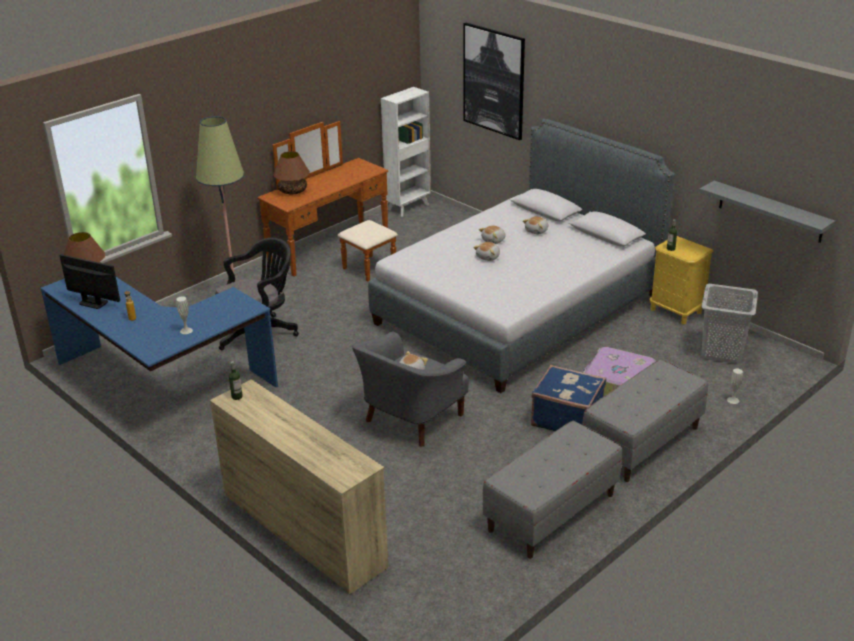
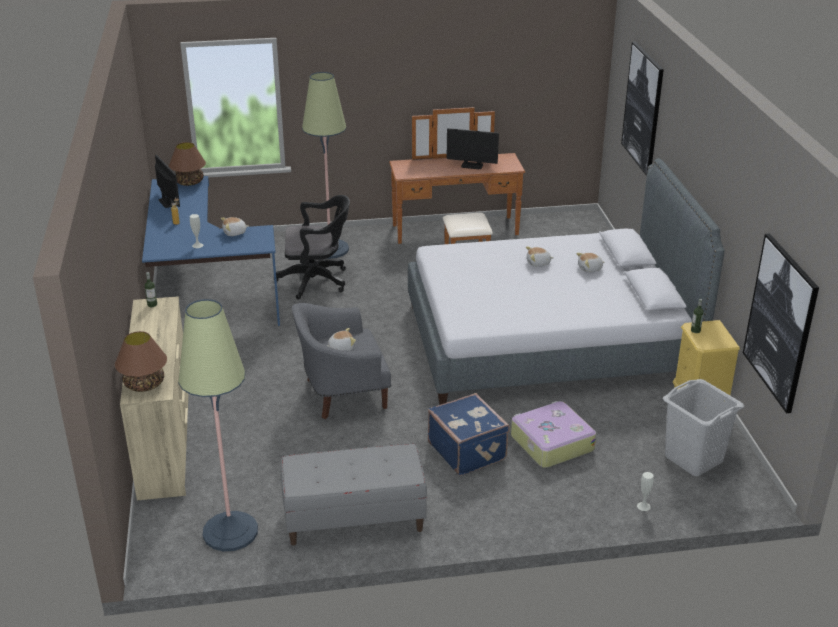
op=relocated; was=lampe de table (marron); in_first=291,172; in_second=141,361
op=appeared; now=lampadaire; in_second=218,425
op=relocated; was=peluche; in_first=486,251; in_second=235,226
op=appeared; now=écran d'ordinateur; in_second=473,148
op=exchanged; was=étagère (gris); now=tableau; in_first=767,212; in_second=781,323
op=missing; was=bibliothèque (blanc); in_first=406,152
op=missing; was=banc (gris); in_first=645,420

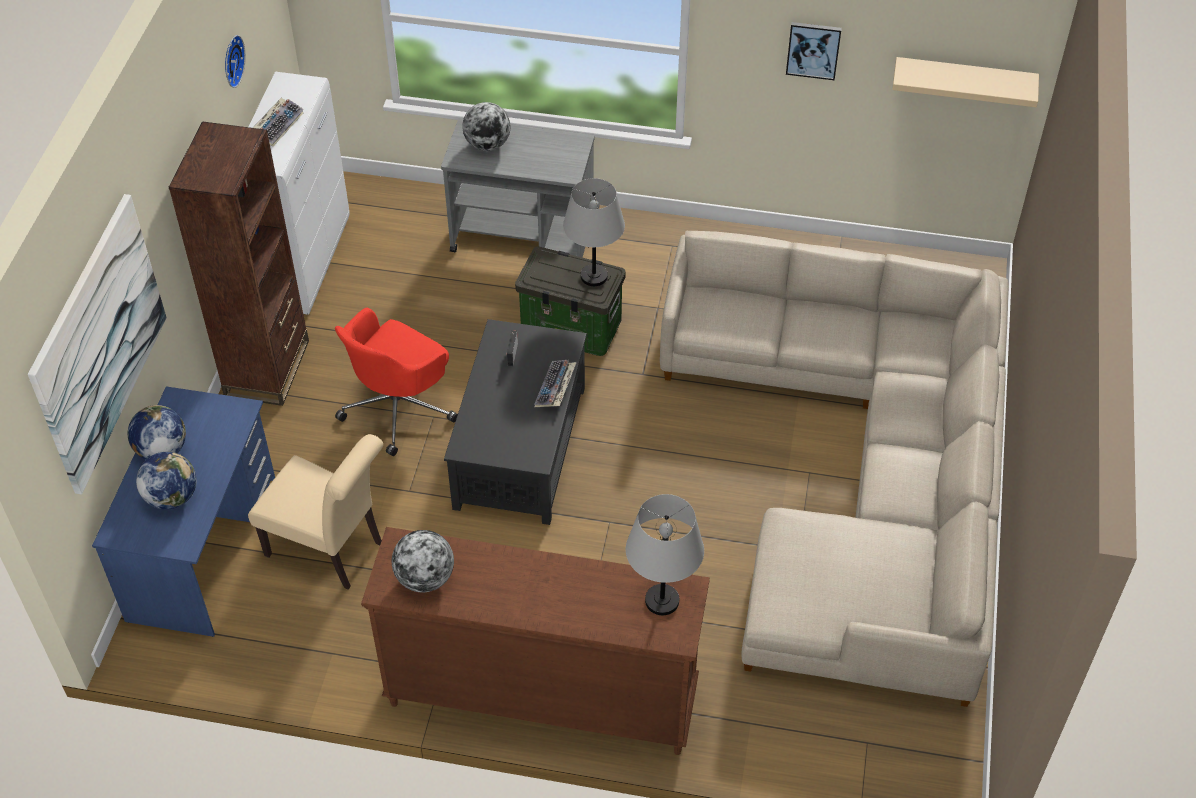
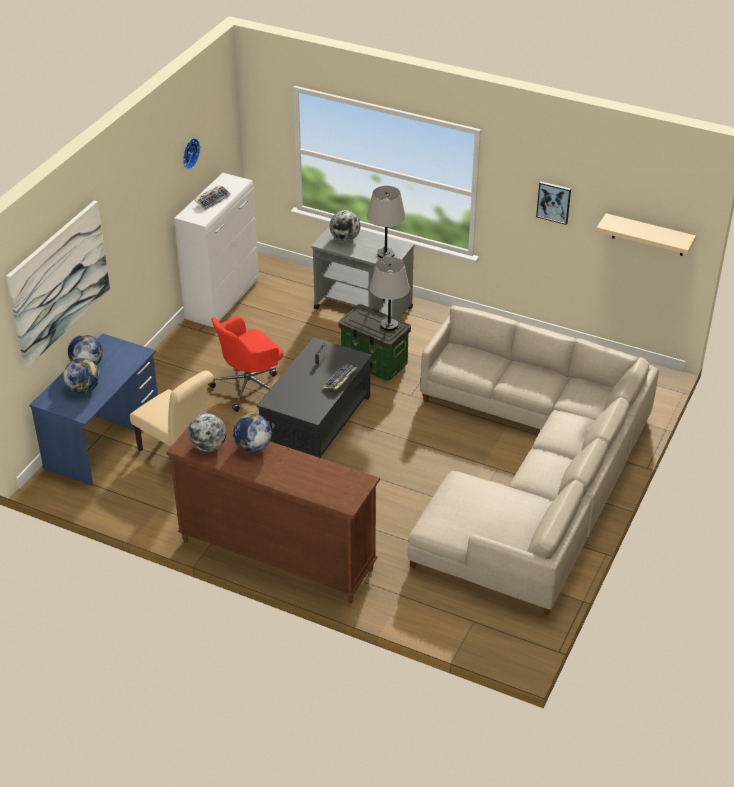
op=appeared; now=globe; in_second=252,433
op=relocated; was=lampe de table (gris); in_first=665,554; in_second=386,222
op=missing; was=bibliothèque (marron); in_first=239,263

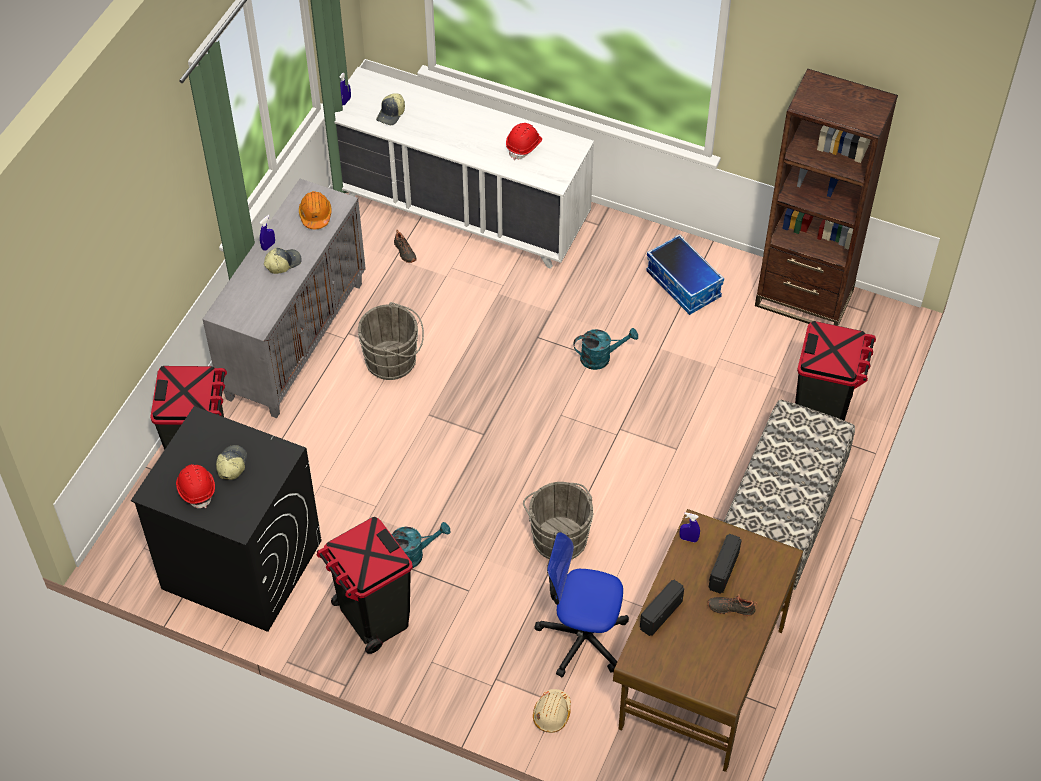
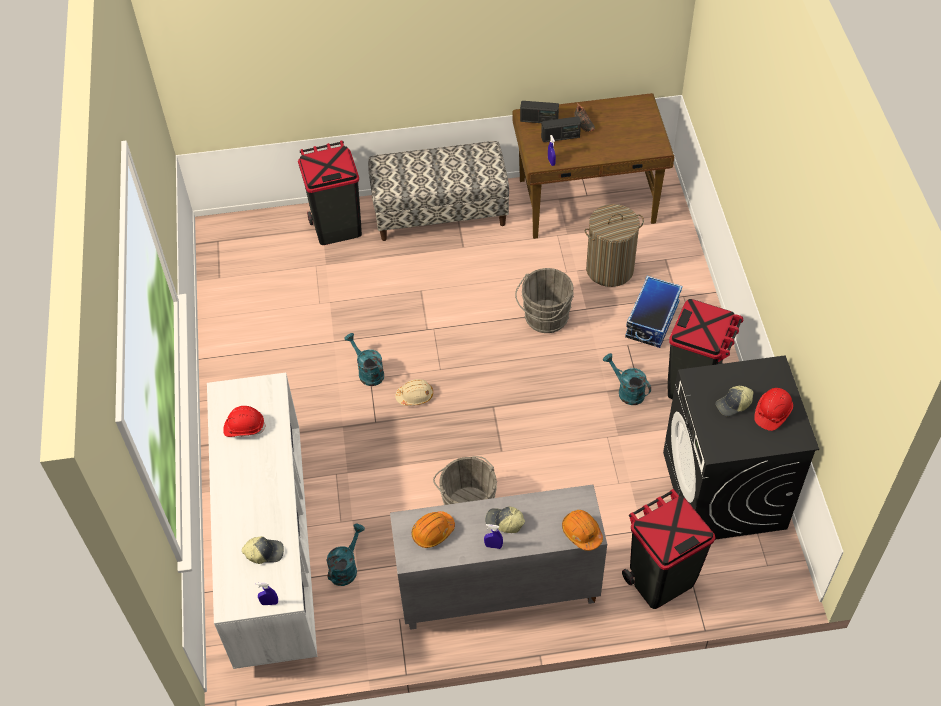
op=exchanged; was=chaussure (noir); now=arrosoir (turquoise); in_first=405,246; in_second=346,555
op=relocated; was=casque de chantier (beige); in_first=552,711; in_second=414,392
op=relocated; was=radio; in_first=662,608; in_second=539,112
op=appeared; now=casque de chantier (orange); in_second=582,530
op=exchanged; was=chaise de bureau; now=panier à linge; in_first=581,604; in_second=614,245
op=relocated; was=boîte de rangement; in_first=685,274; in_second=653,312
op=missing; was=bibliothèque (marron); in_first=826,197

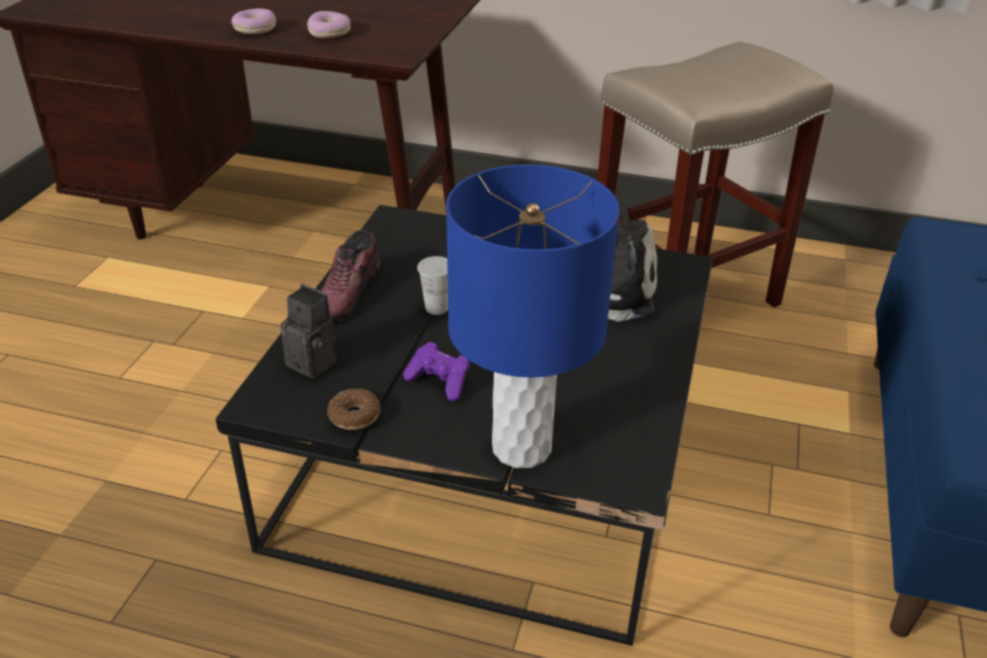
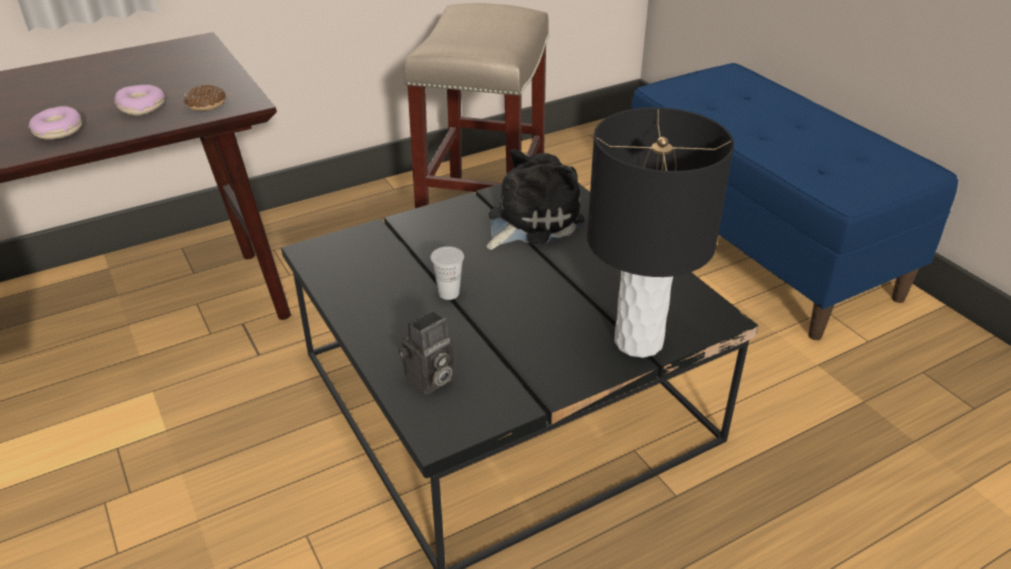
op=relocated; was=beignet; in_first=354,409; in_second=205,98
op=spun; was=appareil photo; in_first=309,331; in_second=426,353; clockwise=150
op=colour; was=lampe de table (bleu); now=lampe de table (noir); in_first=533,316; in_second=660,232
op=missing; was=chaussure; in_first=351,276
op=missing; was=manette (violet); in_first=436,371

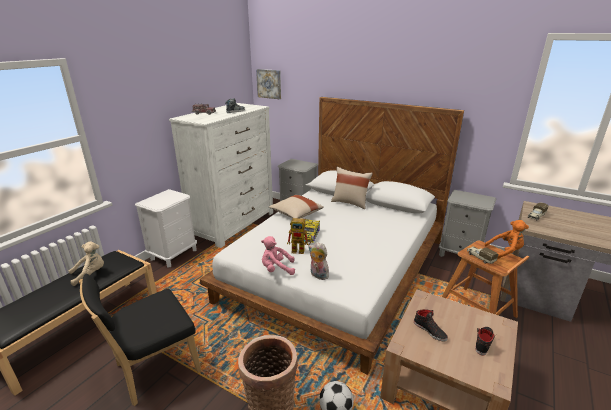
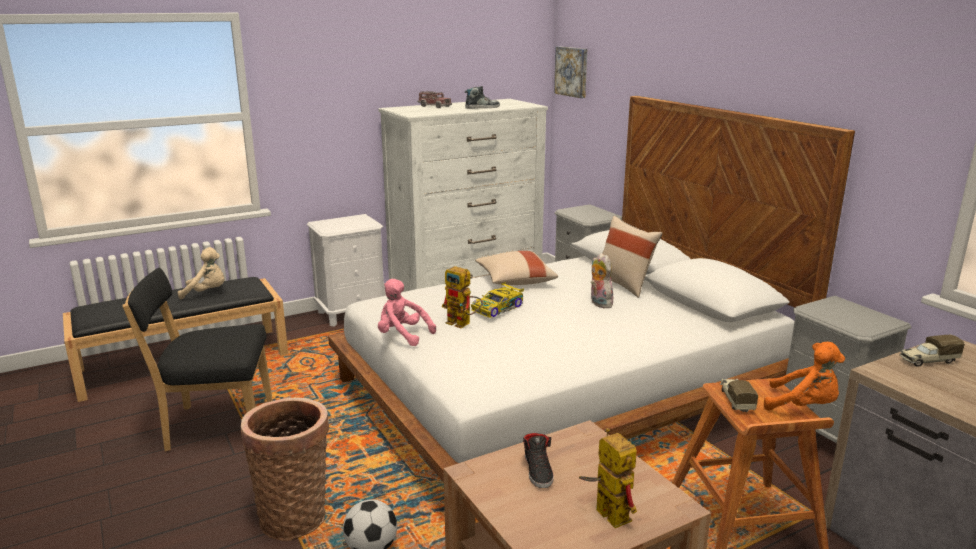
op=exchanged; was=chaussure (noir); now=robot jouet; in_first=485,341; in_second=608,478
op=relocated; was=peluche; in_first=319,261; in_second=603,280

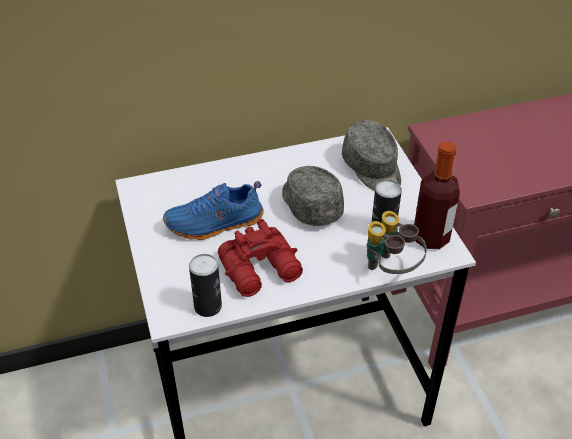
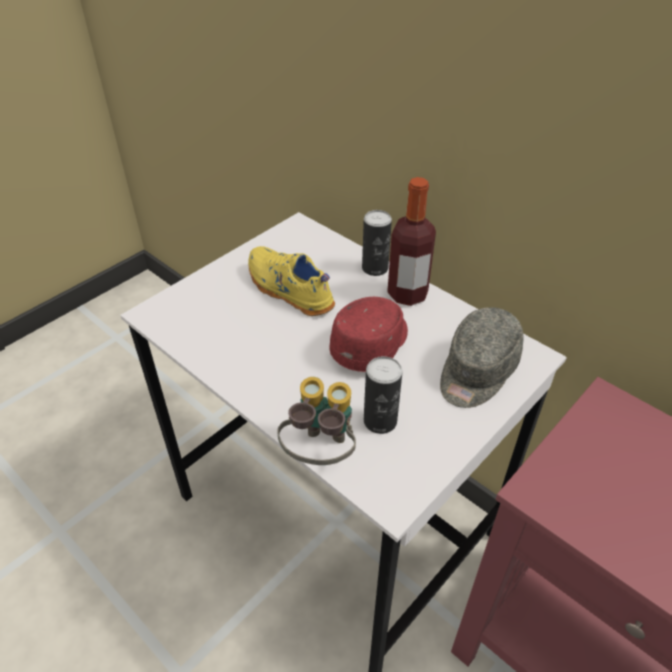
op=colour; was=chaussure (bleu); now=chaussure (jaune); in_first=213,210; in_second=291,281
op=colour; was=casquette (gris); now=casquette (rouge); in_first=313,196; in_second=368,334
op=relocated; was=boîte métallique; in_first=205,285; in_second=377,243
op=relocated; was=bouteille; in_first=437,195; in_second=411,241
op=missing; was=jumelles (rouge); in_first=260,258

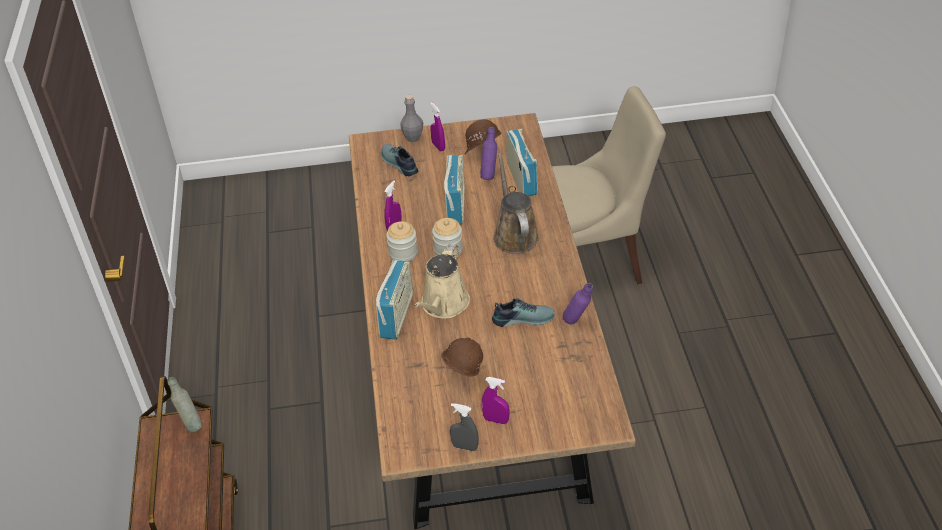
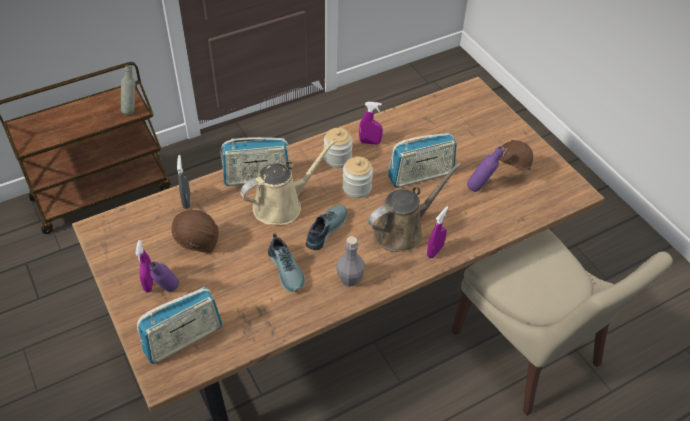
op=relocated; was=radio; in_first=522,162; in_second=179,325
op=relocated; was=bouteille (violet); in_first=578,304; in_second=164,277
op=relocated; was=vaporisateur (gris); in_first=464,427; in_second=184,182
op=spun; was=arrosoir (beige); in_first=442,281; in_second=288,182; clockwise=150
op=relocated; was=chaussure; in_first=399,160; in_second=326,227
op=relocated; was=bouteille (gris); in_first=411,118; in_second=350,261
op=relocated; was=vaporisateur (violet); in_first=437,126; in_second=438,232

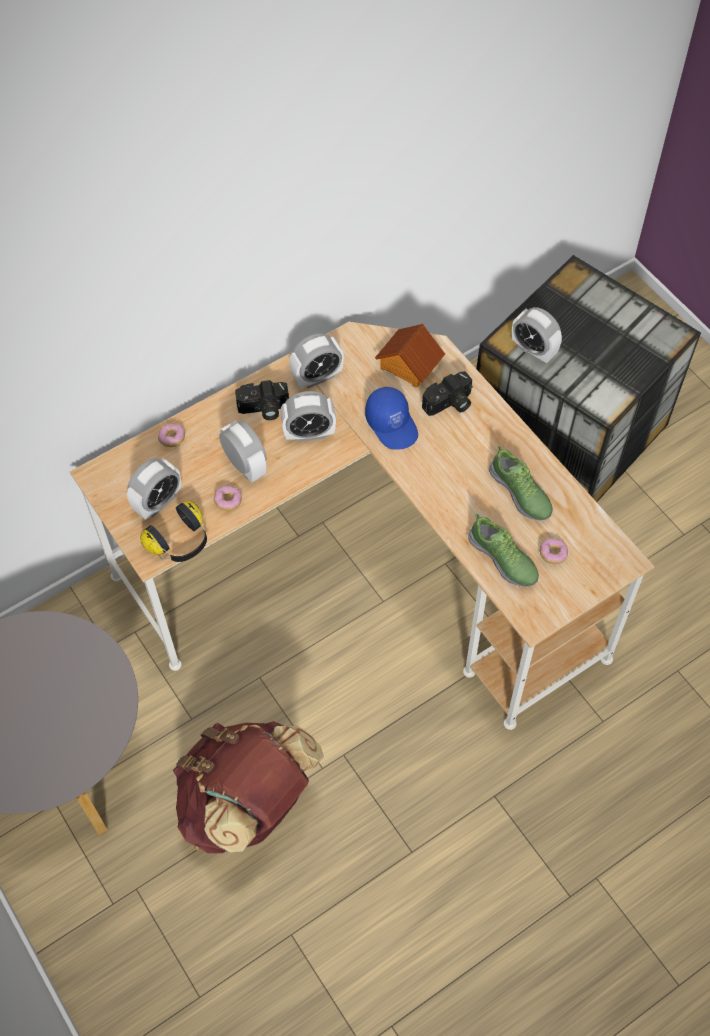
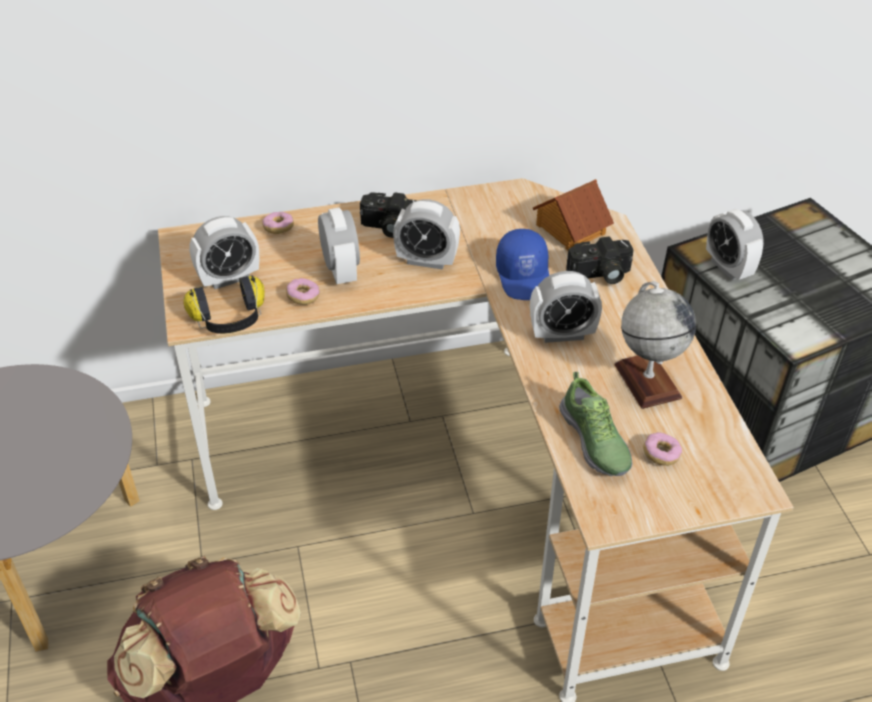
op=relocated; was=réveil; in_first=316,361; in_second=566,307
op=exchanged; was=chaussure; now=globe; in_first=521,483; in_second=655,345

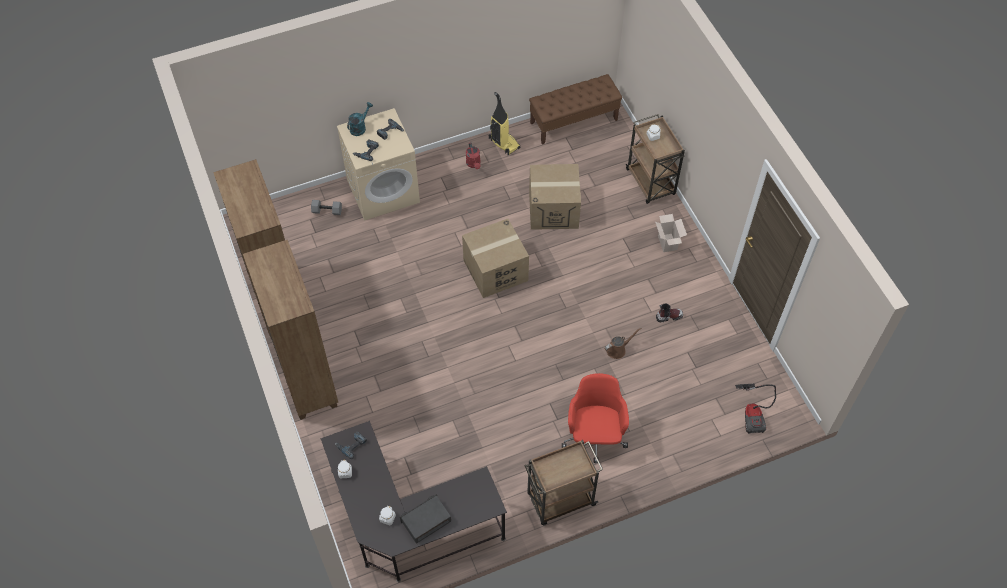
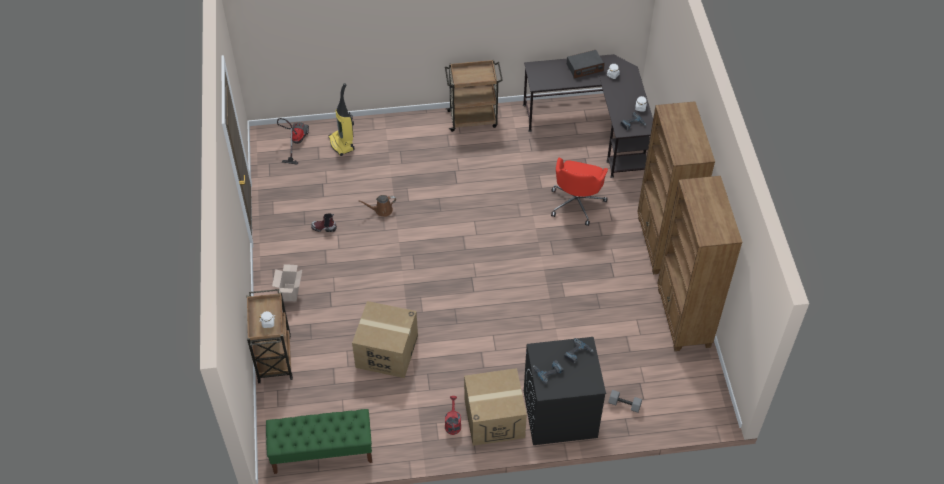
op=colour; was=banc (marron); now=banc (vert); in_first=575,109; in_second=319,441
op=relocated; was=aspirateur; in_first=504,123; in_second=341,119
op=relocated; was=carton; in_first=495,258; in_second=495,407
op=colour; was=lave-linge (beige); now=lave-linge (noir); in_first=378,164; in_second=565,391
op=relocated; was=chaise de bureau (rouge); in_first=595,418; in_second=579,192
op=missing; was=arrosoir (turquoise); in_first=360,119

